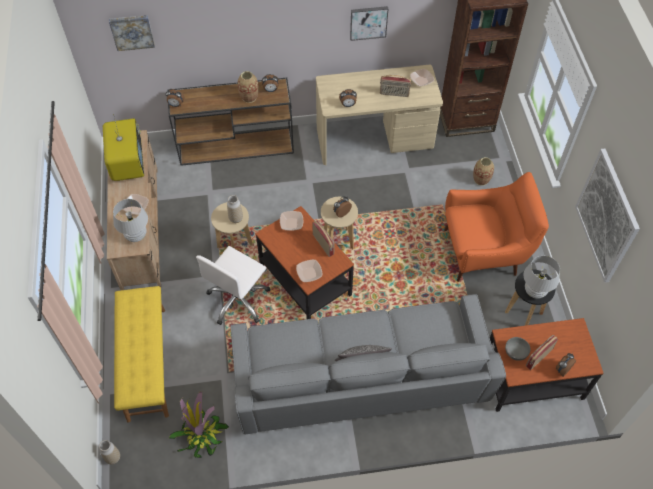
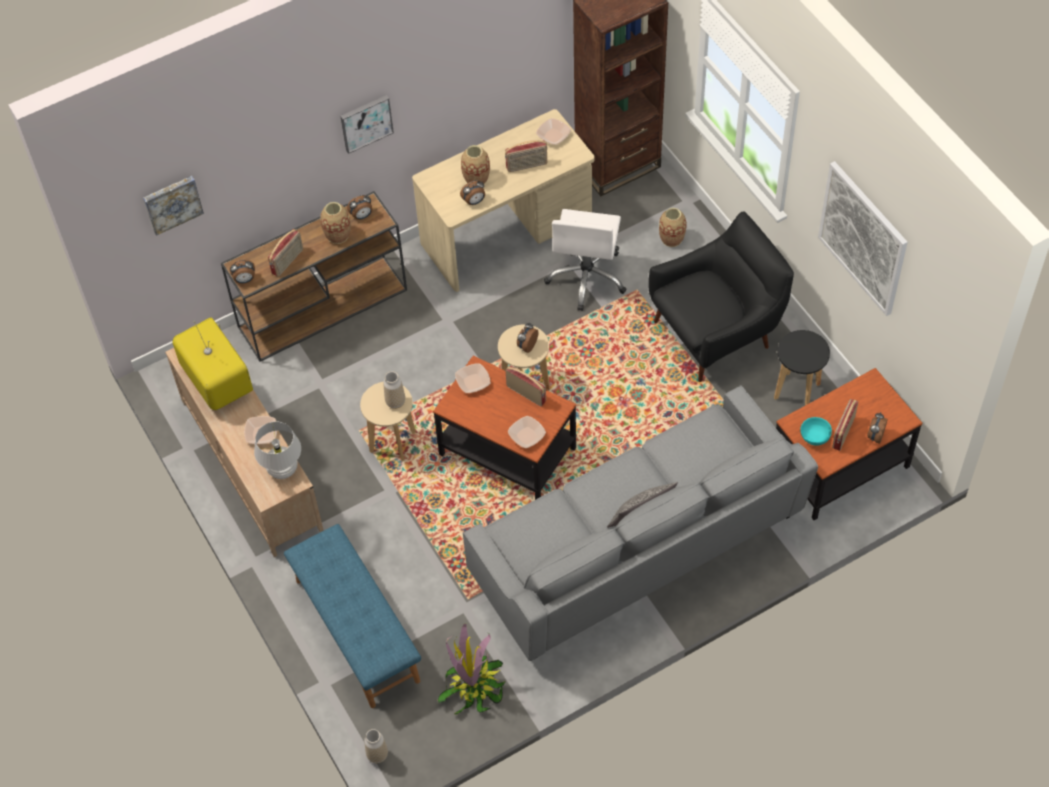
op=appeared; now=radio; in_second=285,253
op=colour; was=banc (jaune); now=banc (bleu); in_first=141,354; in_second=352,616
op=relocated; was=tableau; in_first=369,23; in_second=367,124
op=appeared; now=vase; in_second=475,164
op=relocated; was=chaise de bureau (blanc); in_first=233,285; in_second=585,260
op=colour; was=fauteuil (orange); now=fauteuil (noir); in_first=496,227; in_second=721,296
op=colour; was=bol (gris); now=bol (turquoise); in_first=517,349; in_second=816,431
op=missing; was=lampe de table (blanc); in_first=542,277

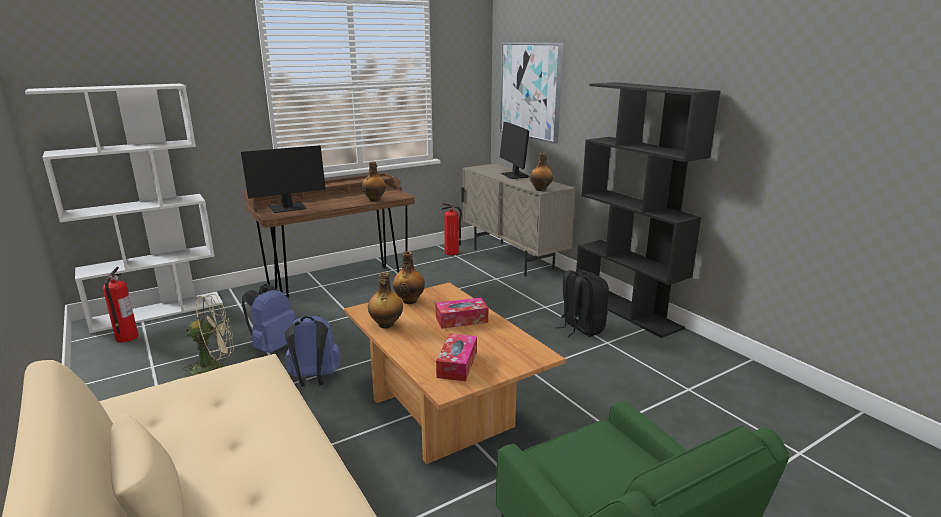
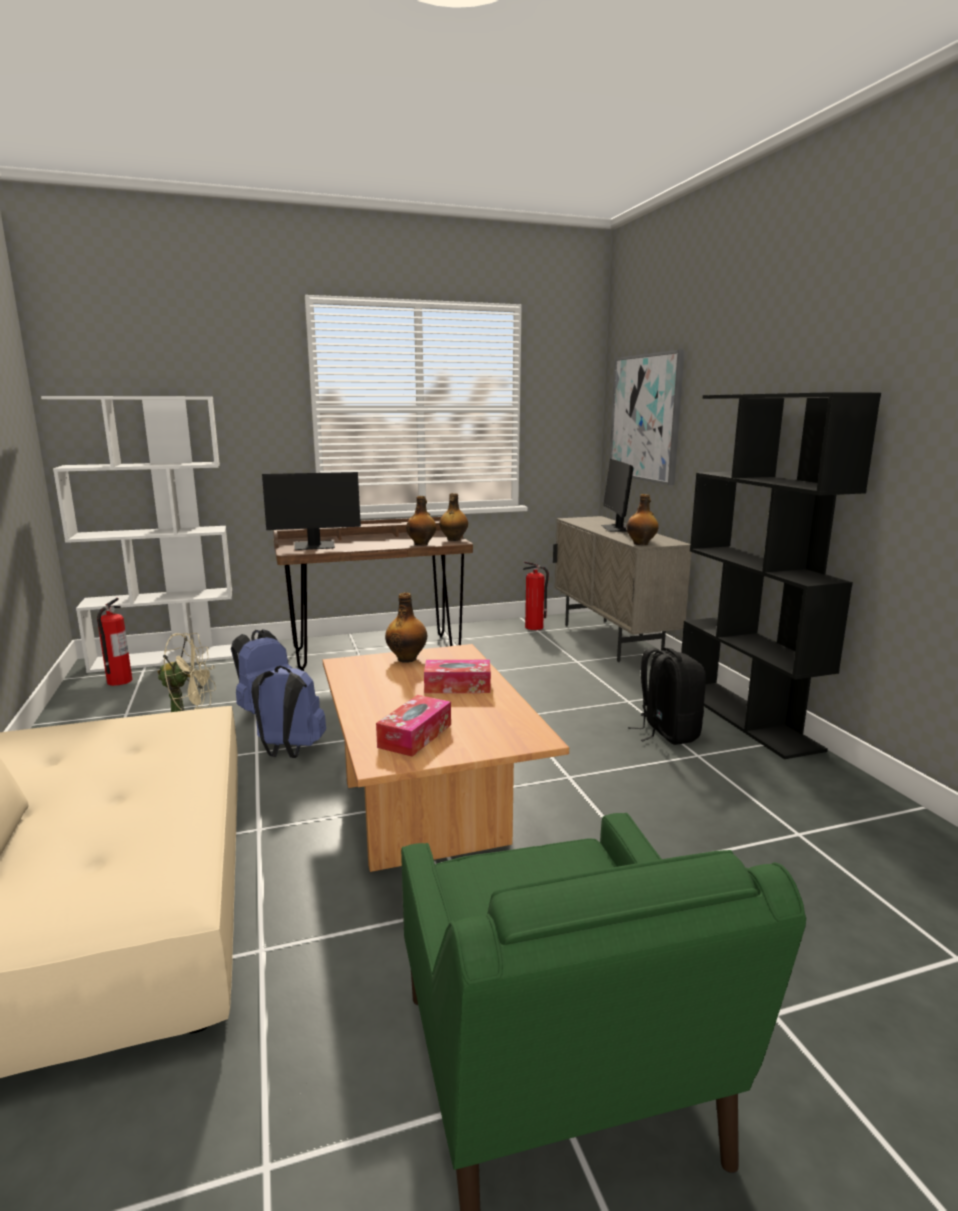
op=relocated; was=bouteille; in_first=385,300; in_second=453,517

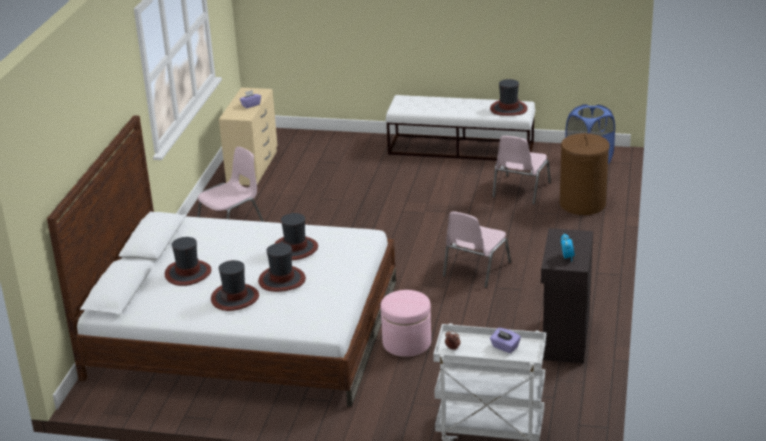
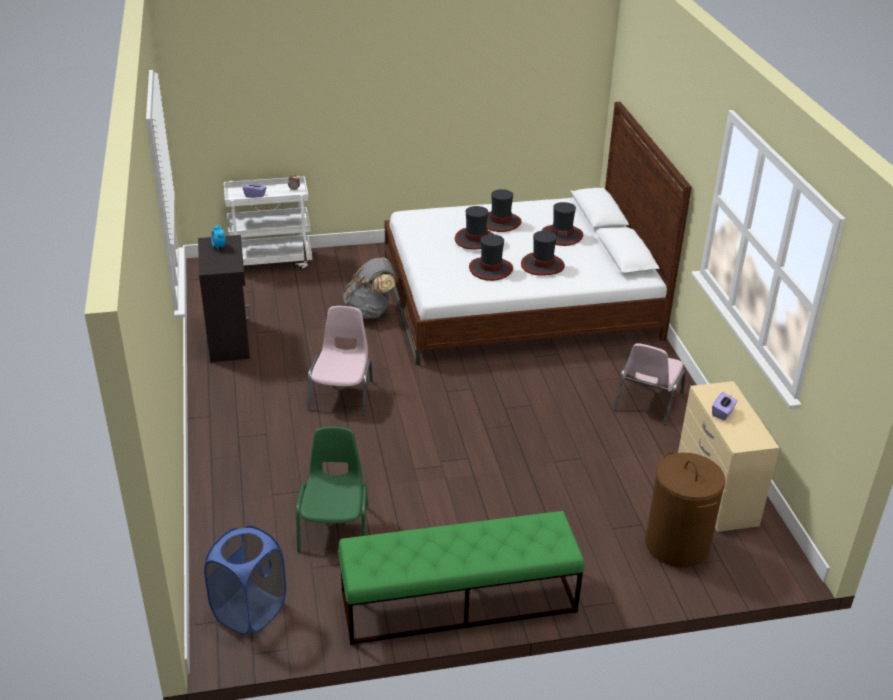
op=colour; was=chaise (rose); now=chaise (vert); in_first=521,170; in_second=332,489
op=colour; was=banc (blanc); now=banc (vert); in_first=460,128; in_second=461,578
op=exchanged; was=pouf (rose); now=sac à dos (gris); in_first=406,323; in_second=369,288
op=relocated; was=chapeau; in_first=509,97; in_second=543,253
op=relocated; was=panier à linge (marron); in_first=585,174; in_second=685,510

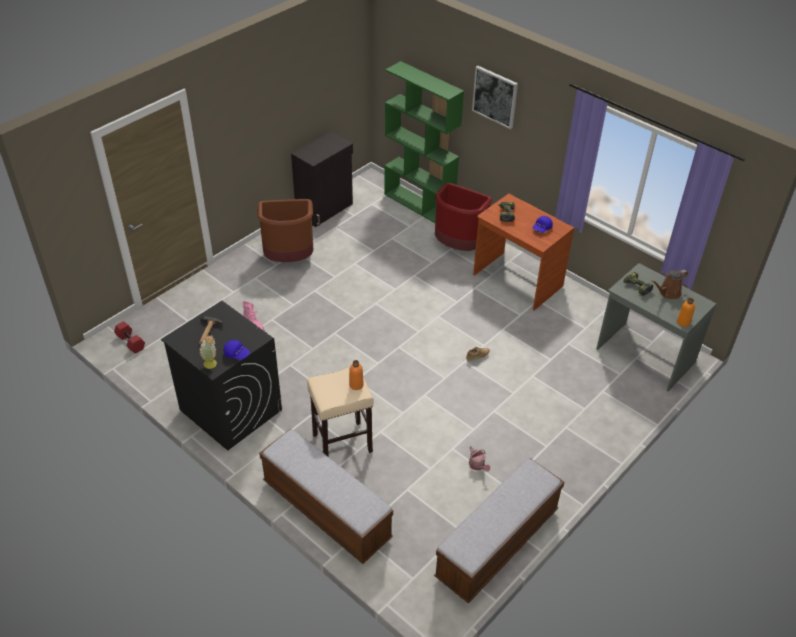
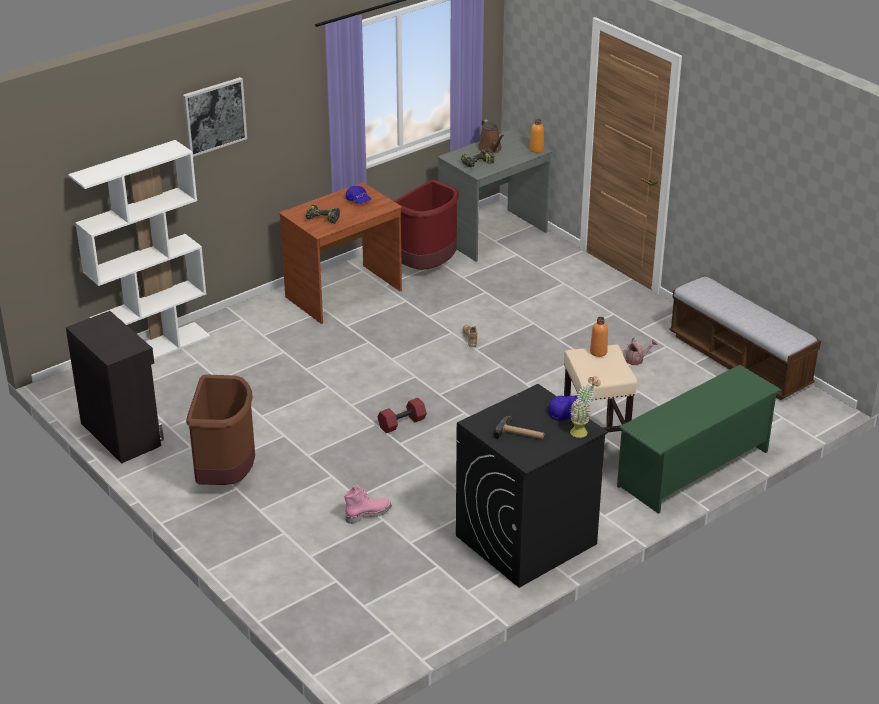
op=colour; was=bibliothèque (vert); now=bibliothèque (blanc); in_first=424,142; in_second=139,250
op=relocated; was=haltère (rouge); in_first=129,337; in_second=402,415
op=relocated; was=poubelle (rouge); in_first=463,217; in_second=426,225
op=exchanged; was=banc; now=étagère à chaussures (vert); in_first=326,496; in_second=699,439

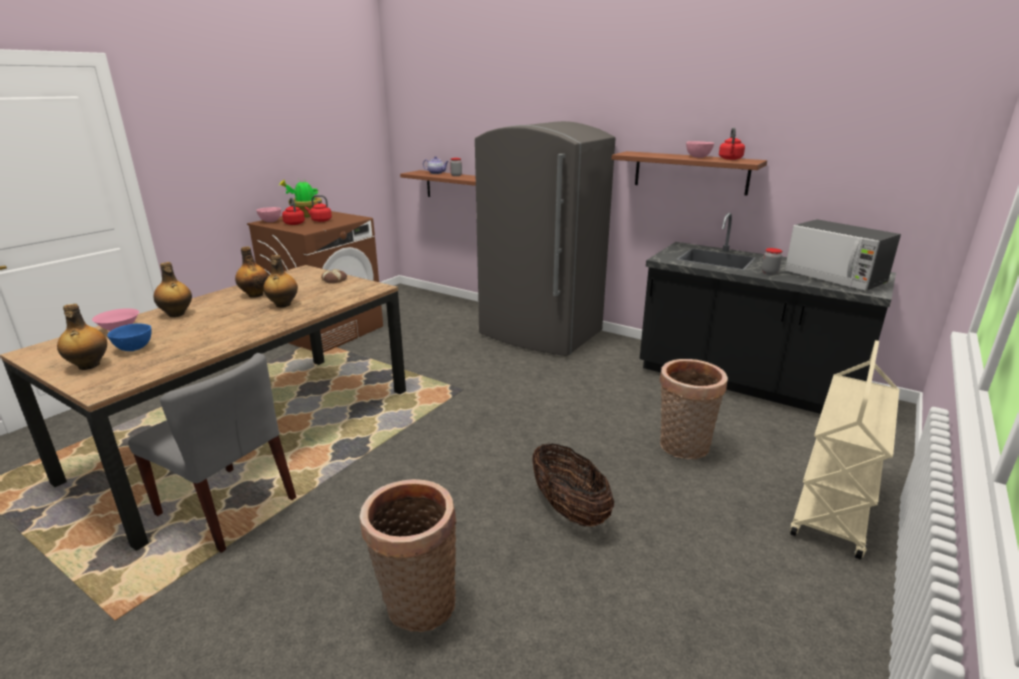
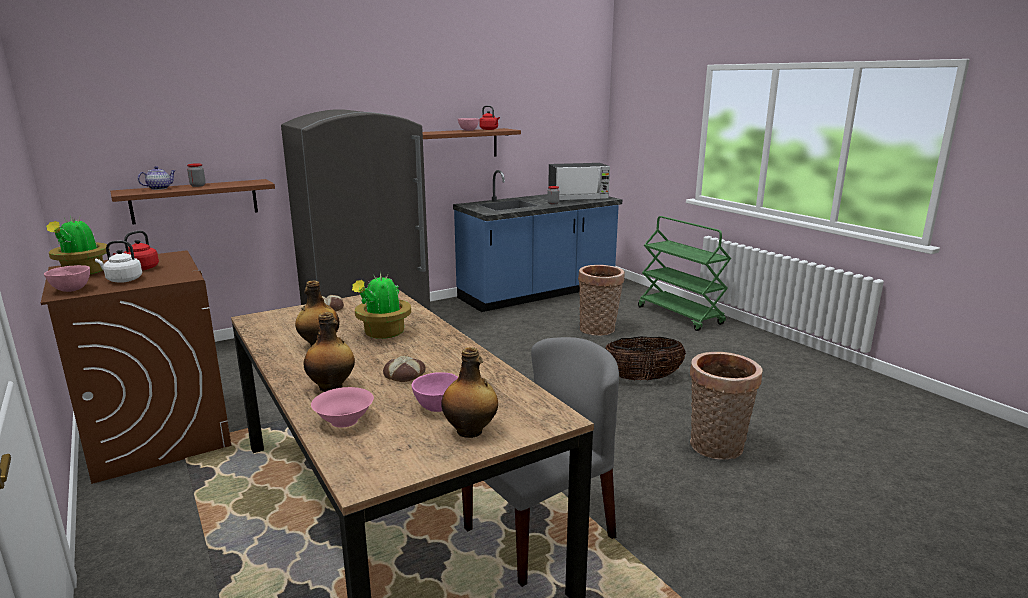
op=colour; was=bouilloire (rouge); now=bouilloire (blanc); in_first=293,211; in_second=118,262
op=exchanged; was=bouteille; now=plante en pot; in_first=280,281; in_second=381,306
op=appeared; now=pain; in_second=404,368
op=colour; was=bol (bleu); now=bol (rose); in_first=129,337; in_second=435,392
op=colour; was=comptoir de cuisine (noir); now=comptoir de cuisine (bleu); in_first=768,313; in_second=537,241
op=colour; was=chariot (beige); now=chariot (vert); in_first=844,450; in_second=684,273

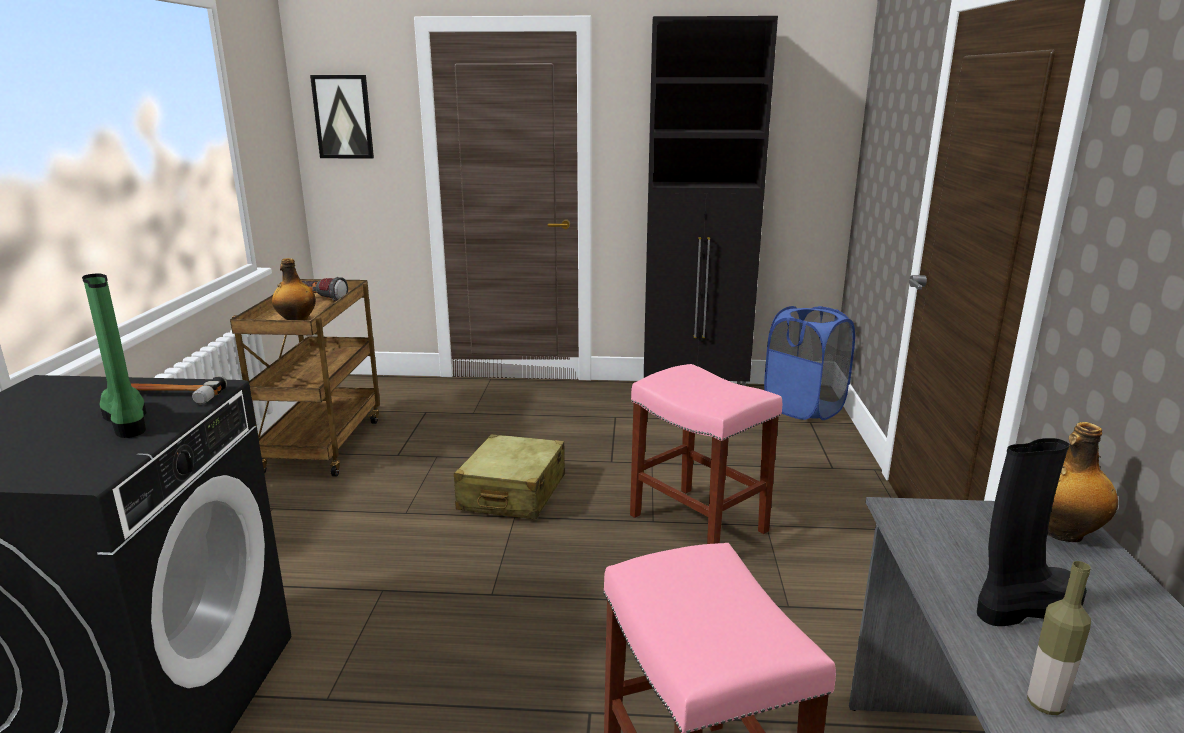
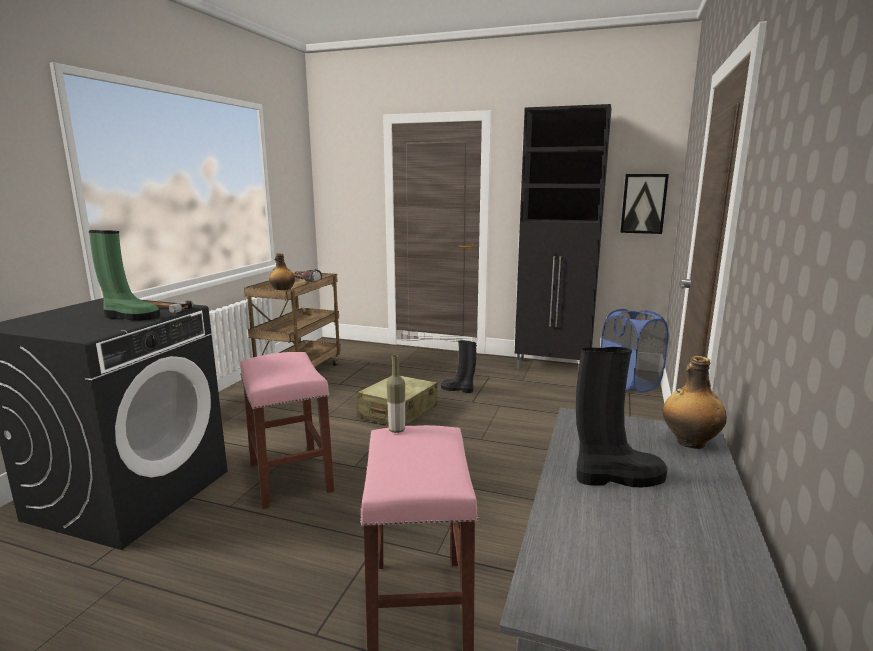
op=spun; was=botte (vert); in_first=114,356; in_second=124,275; clockwise=120
op=relocated; was=tabouret (rose); in_first=706,454; in_second=287,430
op=relocated; was=bouteille; in_first=1059,638; in_second=396,394
op=appeared; now=botte (noir); in_second=458,366
op=relocated; was=tableau; in_first=342,117; in_second=644,204

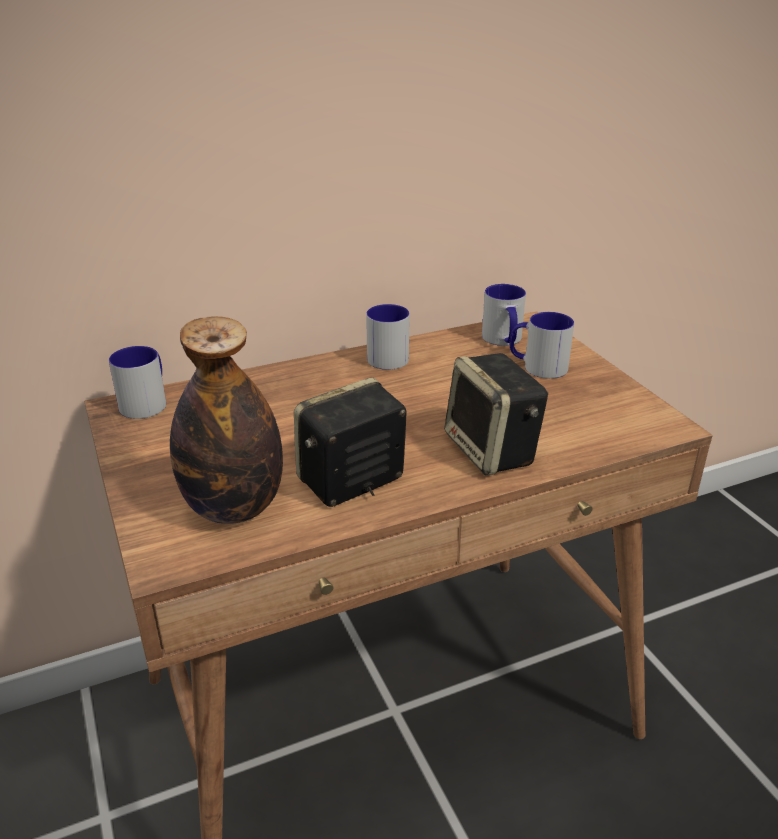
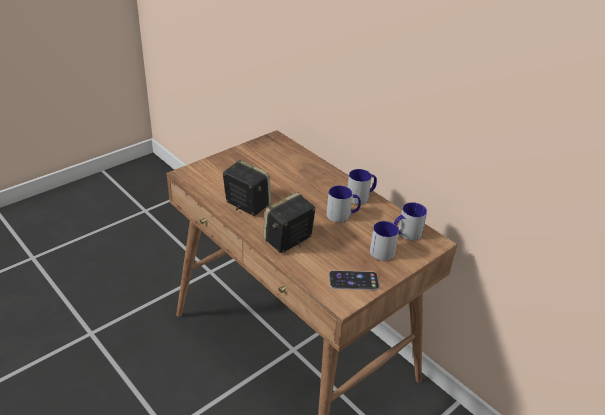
op=relocated; was=mug; in_first=137,382; in_second=344,203
op=appeared; now=téléphone; in_second=354,280
op=missing; was=bouteille; in_first=226,420

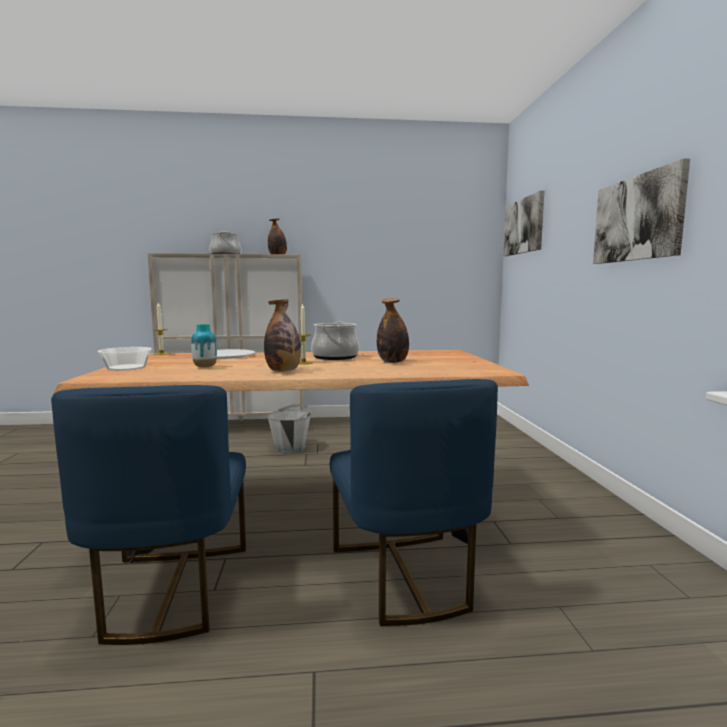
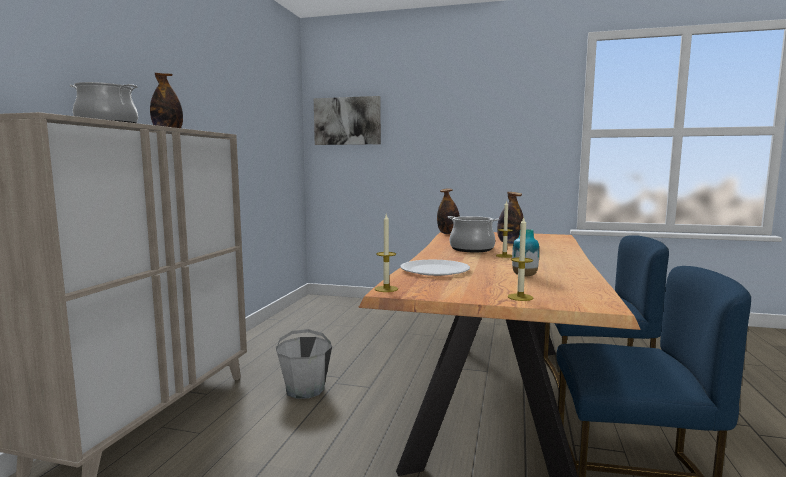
op=relocated; was=bouteille; in_first=282,335; in_second=448,211
op=exchanged; was=bol; now=bougie; in_first=125,359; in_second=520,259
op=missing; was=tableau; in_first=641,211

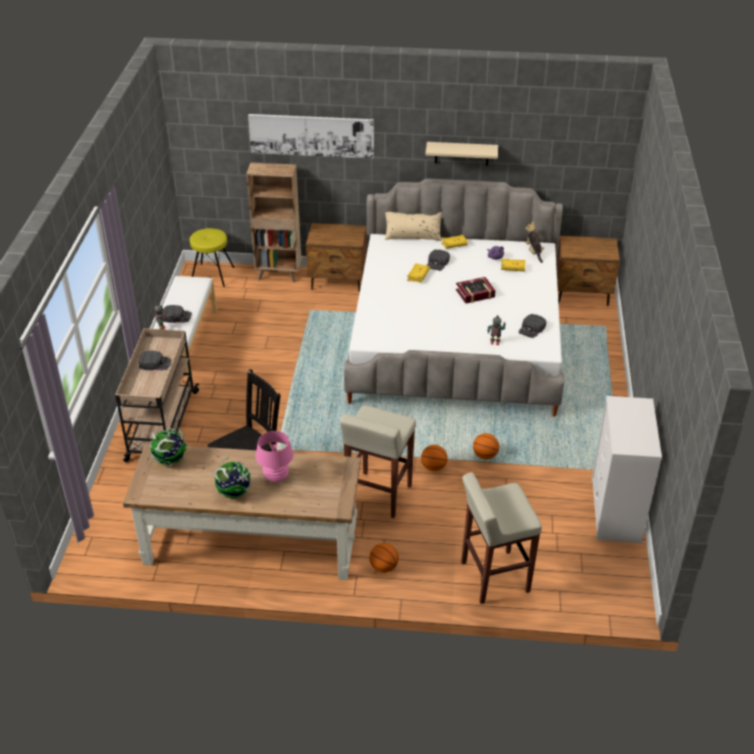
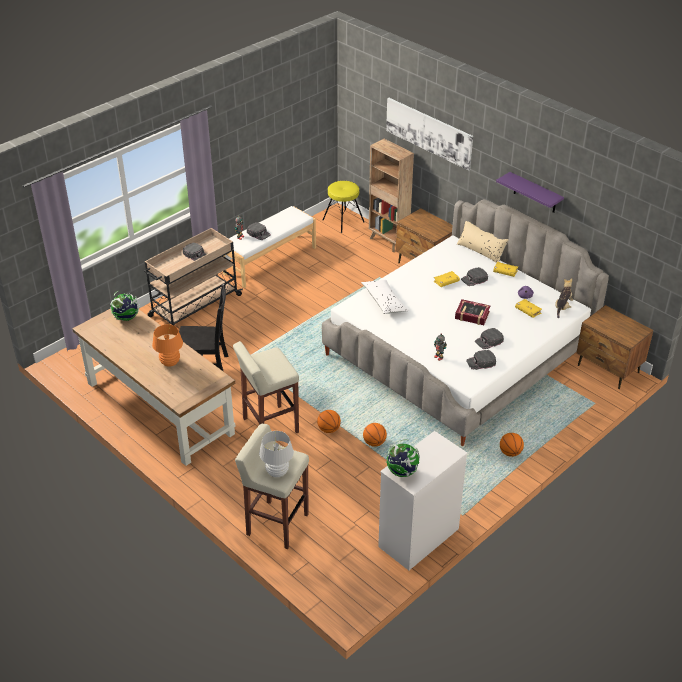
op=colour; was=lampe de table (rose); now=lampe de table (orange); in_first=274,457; in_second=167,345
op=appeared; now=lampe de table (blanc); in_second=276,454
op=appeared; now=coussin (blanc); in_second=385,297
op=relocated; was=globe; in_first=233,477; in_second=403,458
op=appeared; now=casquette (noir); in_second=489,338
op=colour; was=étagère (beige); now=étagère (violet); in_first=461,154; in_second=530,192
op=relocated; was=ballon de basket; in_first=384,558; in_second=512,445

